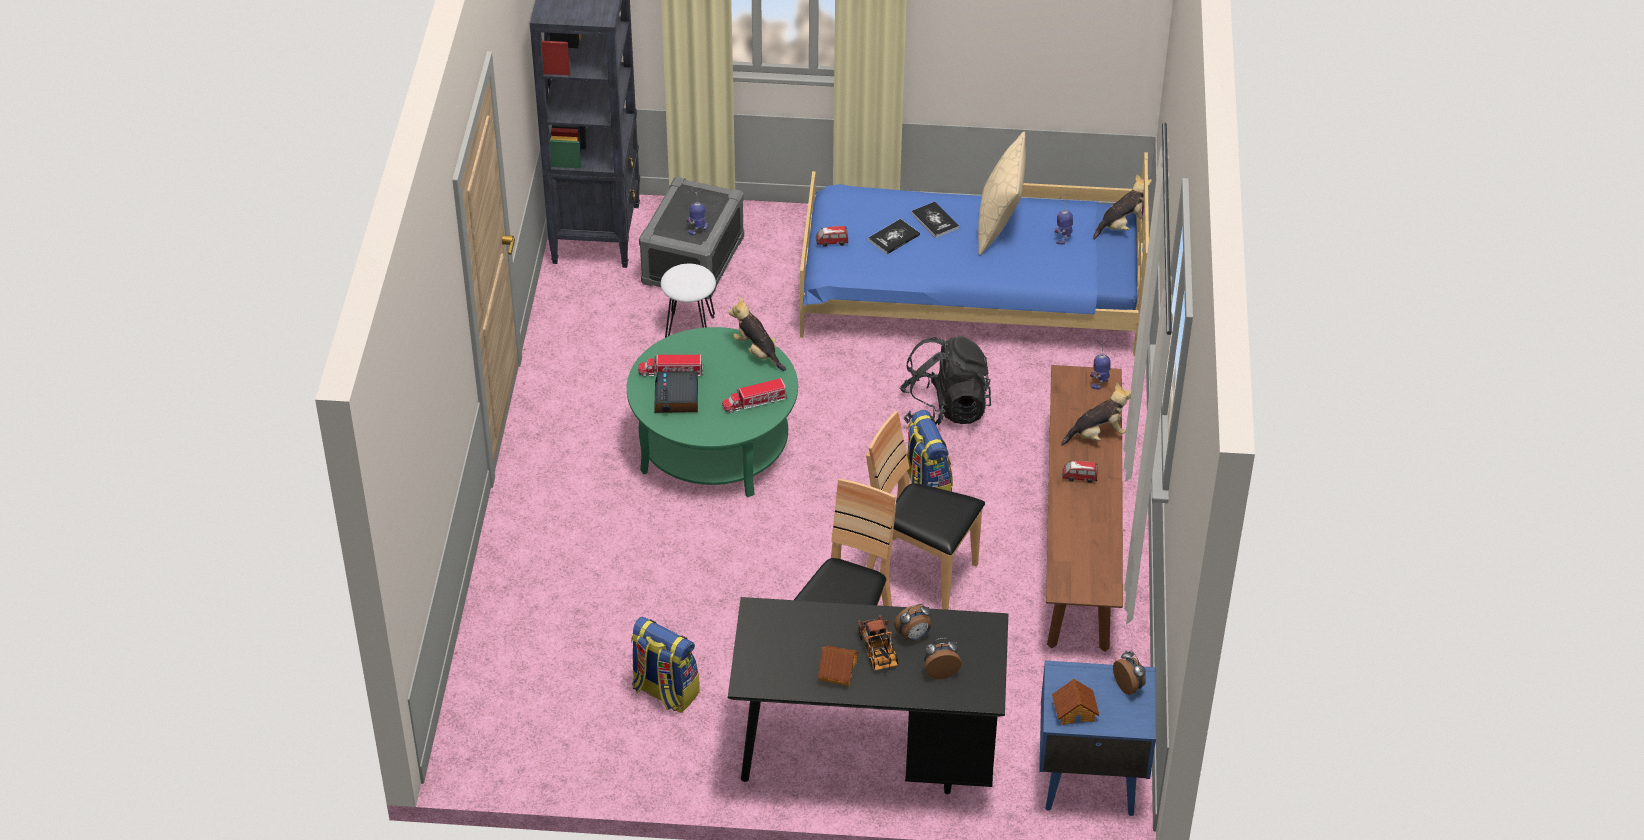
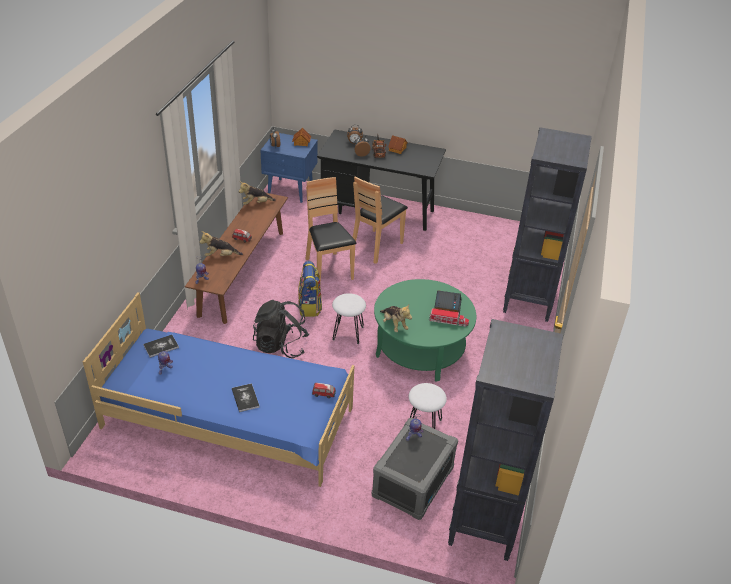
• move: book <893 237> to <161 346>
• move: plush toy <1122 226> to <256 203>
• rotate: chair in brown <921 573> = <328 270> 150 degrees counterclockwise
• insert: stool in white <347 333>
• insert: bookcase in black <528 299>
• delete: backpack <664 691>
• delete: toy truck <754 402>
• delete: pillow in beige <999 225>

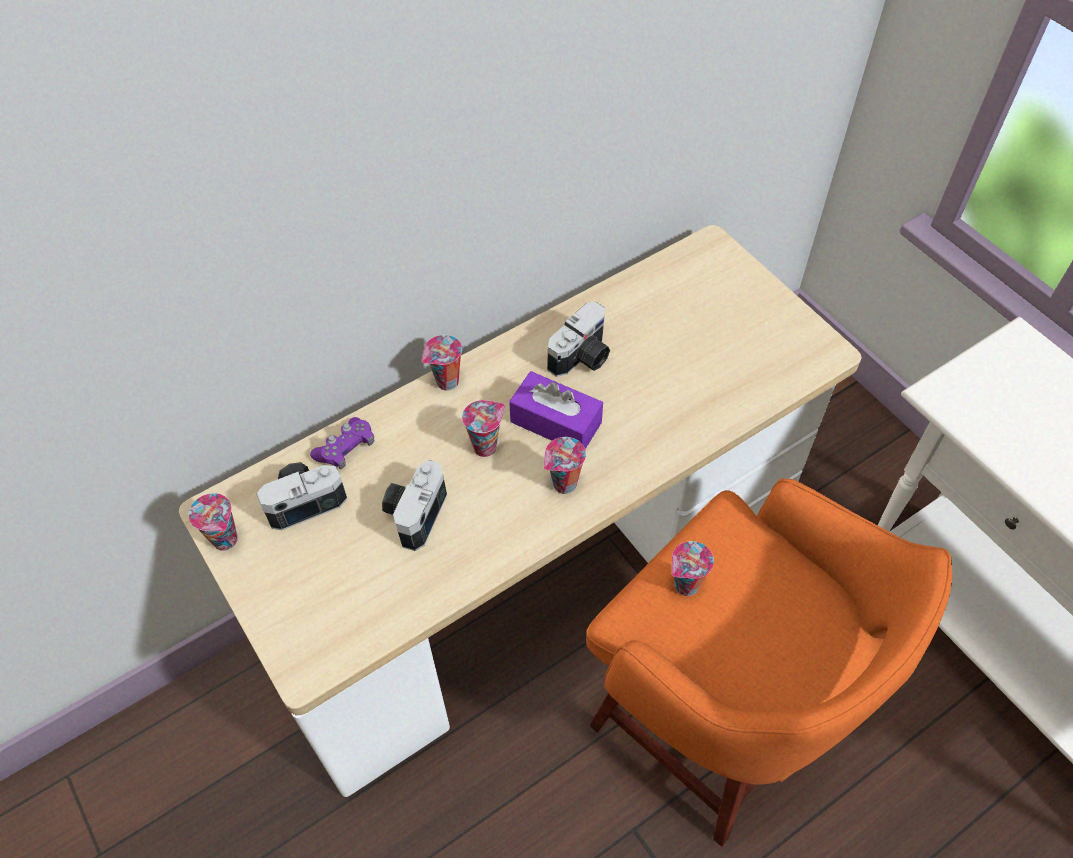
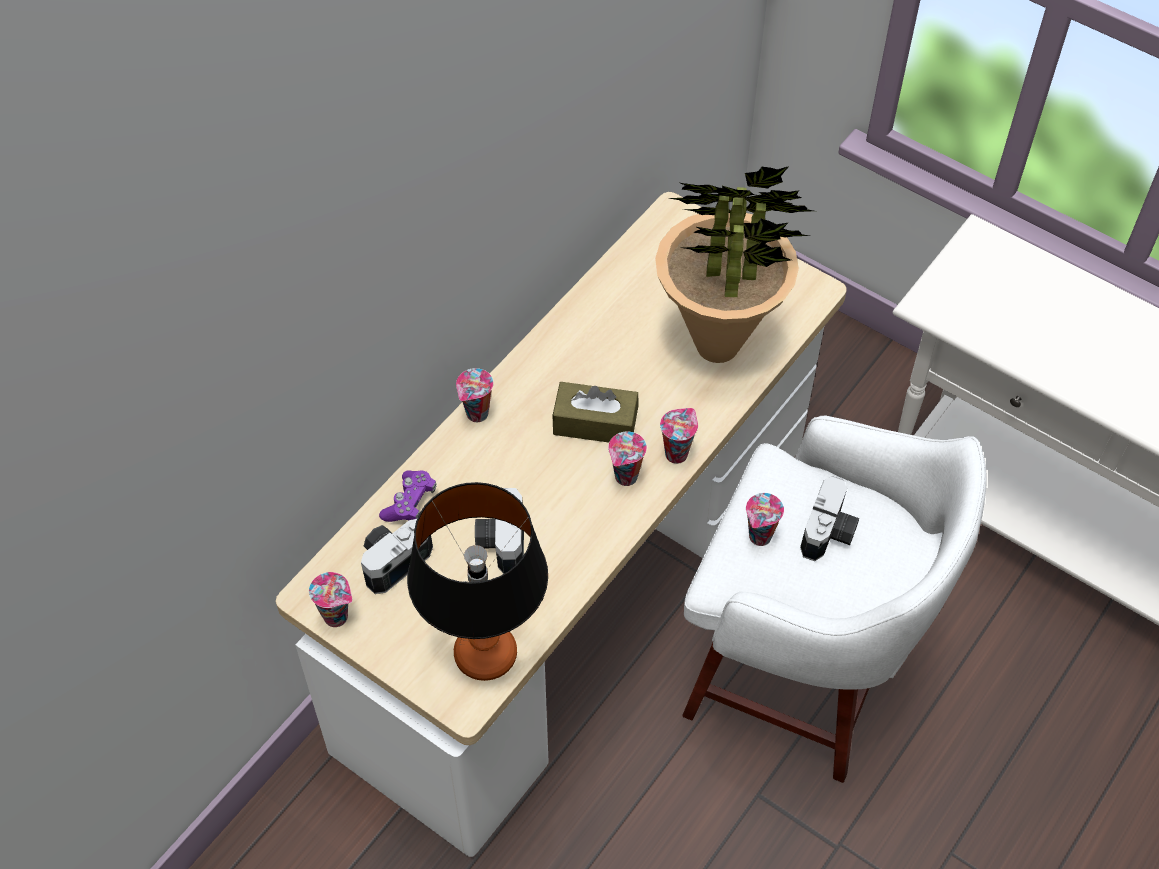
• insert: table lamp <485 655>
• recolor: tissue box in purple <556 422> to tissue box in brown <595 423>
• insert: potted plant <718 345>
• move: cup <486 445> to <676 452>
• recolor: stool in orange <716 727> to stool in white <801 679>
• move: photo camera <583 357> to <830 533>

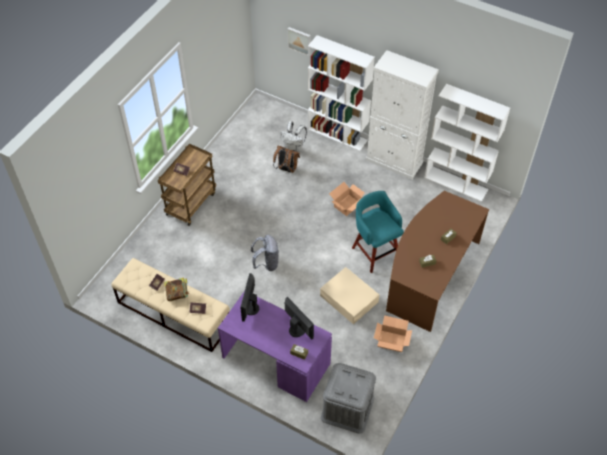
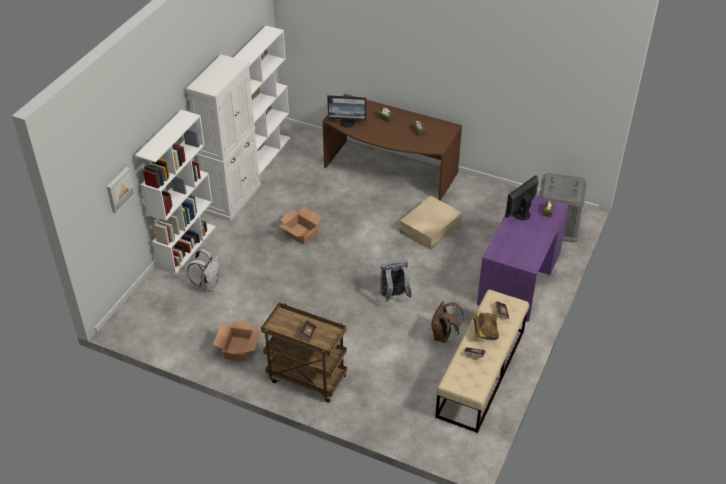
• move: cardboard box <391 341> to <238 349>
• move: monitor <249 308> to <347 122>
• move: backpack in brown <286 169> to <443 336>
• delete: stool in turquoise <375 251>

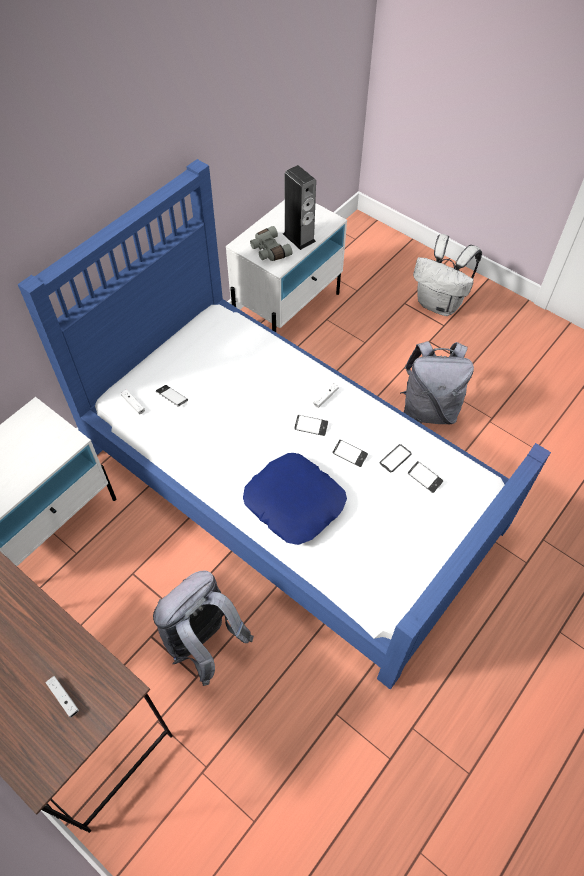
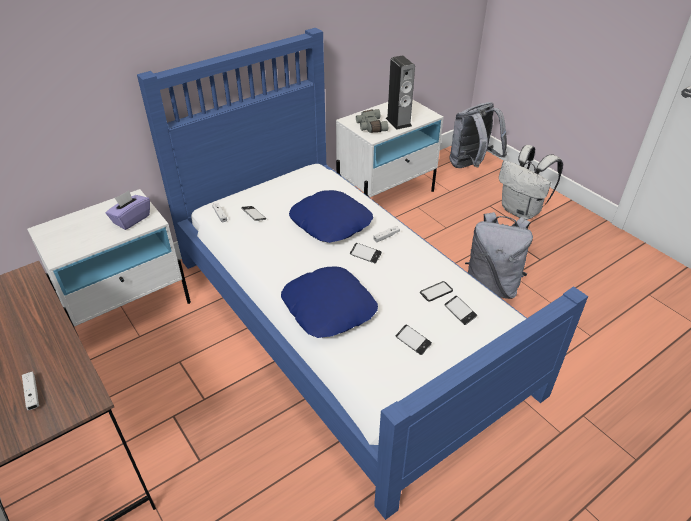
• insert: tissue box in purple <131 219>
• insert: pillow in blue <331 222>
• move: phone <349 455> to <413 341>
• move: backpack in grey <203 643> to <471 166>

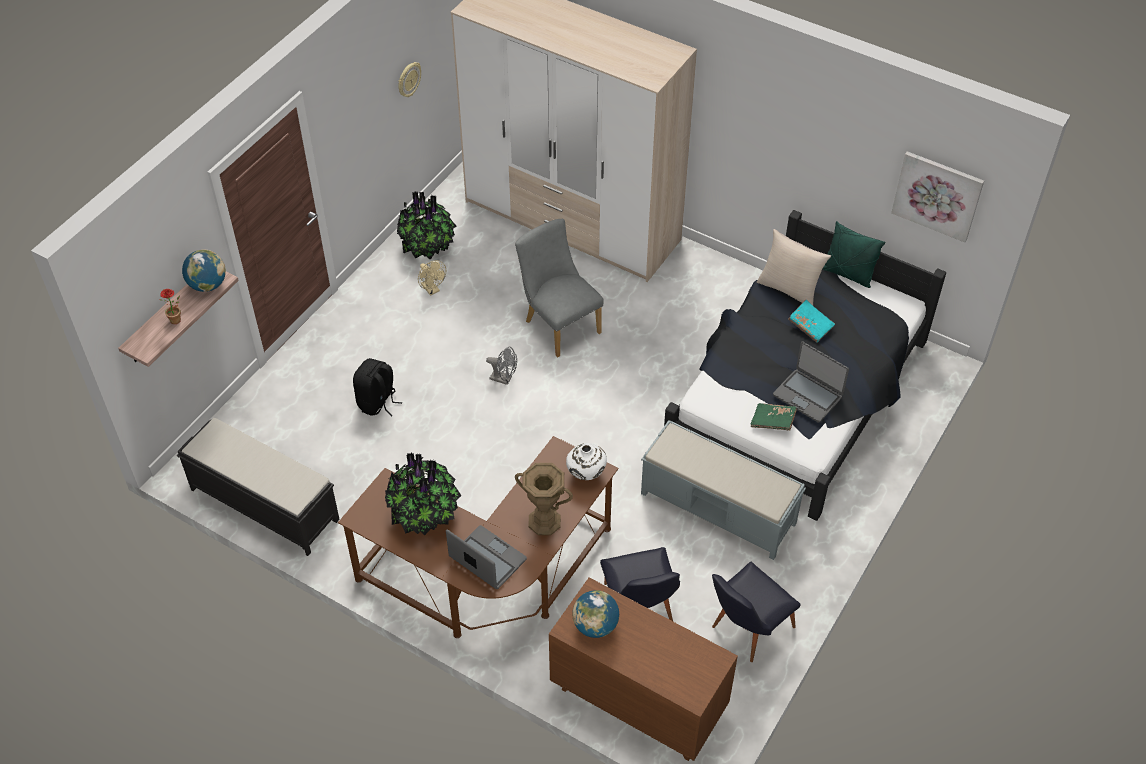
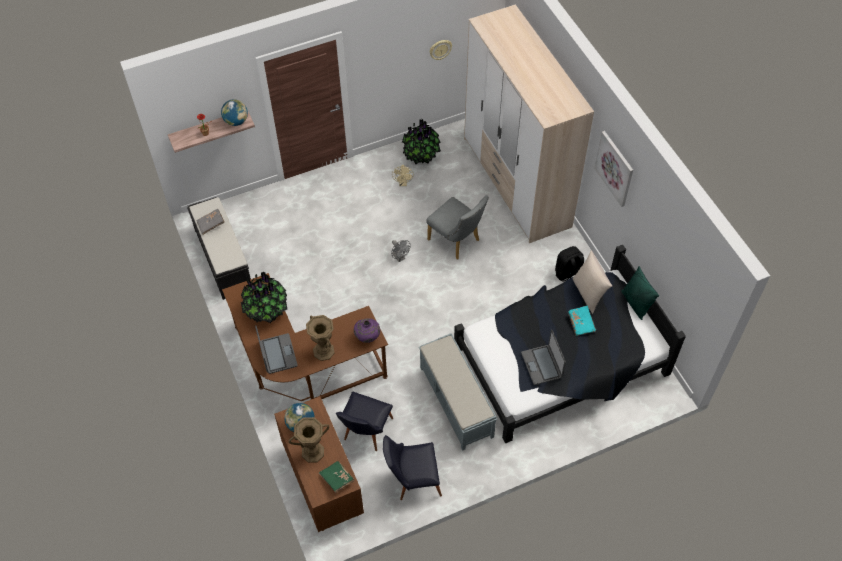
• insert: book in grey <211 224>
• insert: vase in brown <313 452>
• move: book in green <773 421> to <337 479>
• recolor: vase in white <586 474> to vase in purple <367 337>
• rotate: chair in grey <559 324> = <456 241> 135 degrees clockwise
• move: backpack in black <377 402> to <568 274>
• move: picture <937 195> to <615 168>

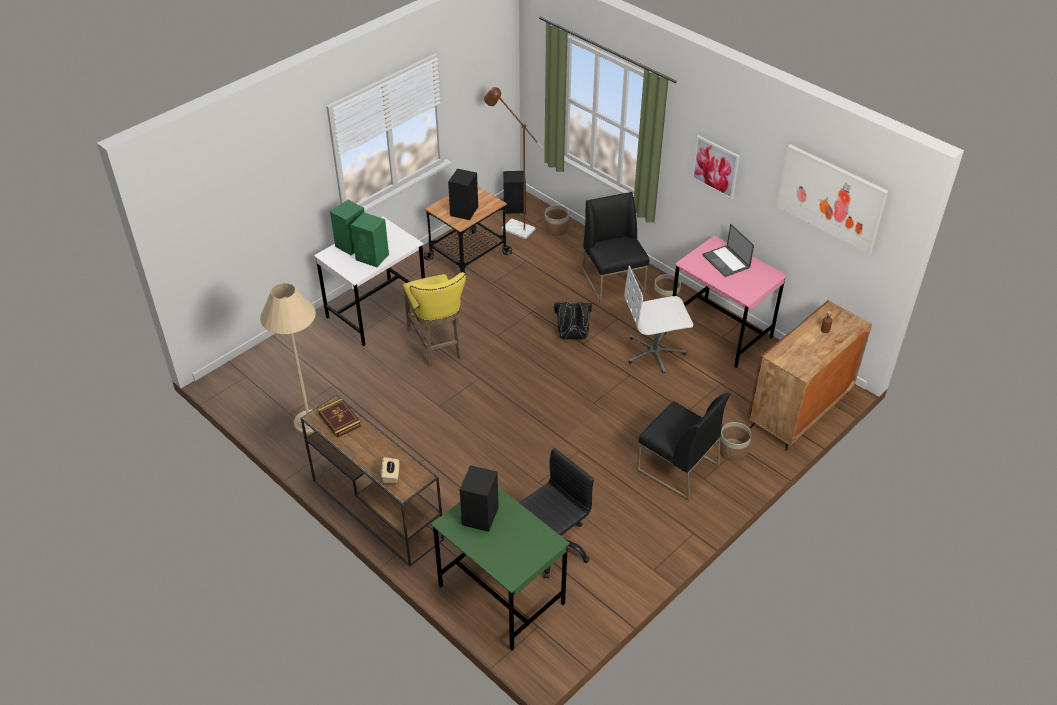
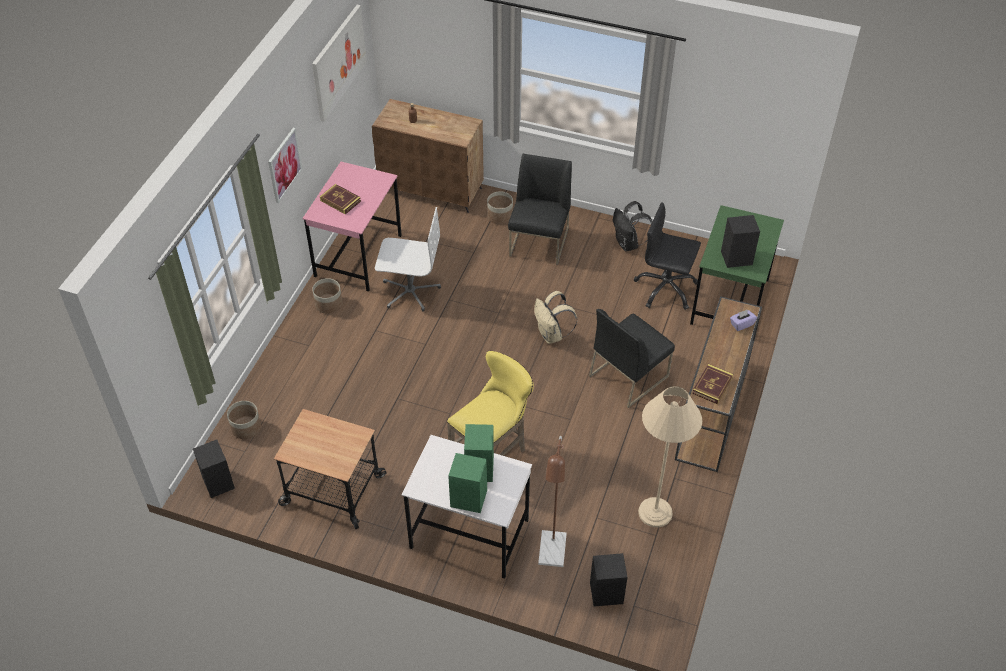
• replace: laptop <726 261> to book <340 201>
• rotate: office chair in white <655 352> = <410 291> 45 degrees counterclockwise
• insert: backpack in beige <552 335>
• move: floor lamp in brown <513 227> to <552 556>
• move: chair in black <614 281> to <628 375>
• move: speaker in black <464 211> to <605 593>
• move: backpack in black <572 337> to <628 244>
• recolor: tissue box in beige <391 475> to tissue box in purple <741 324>

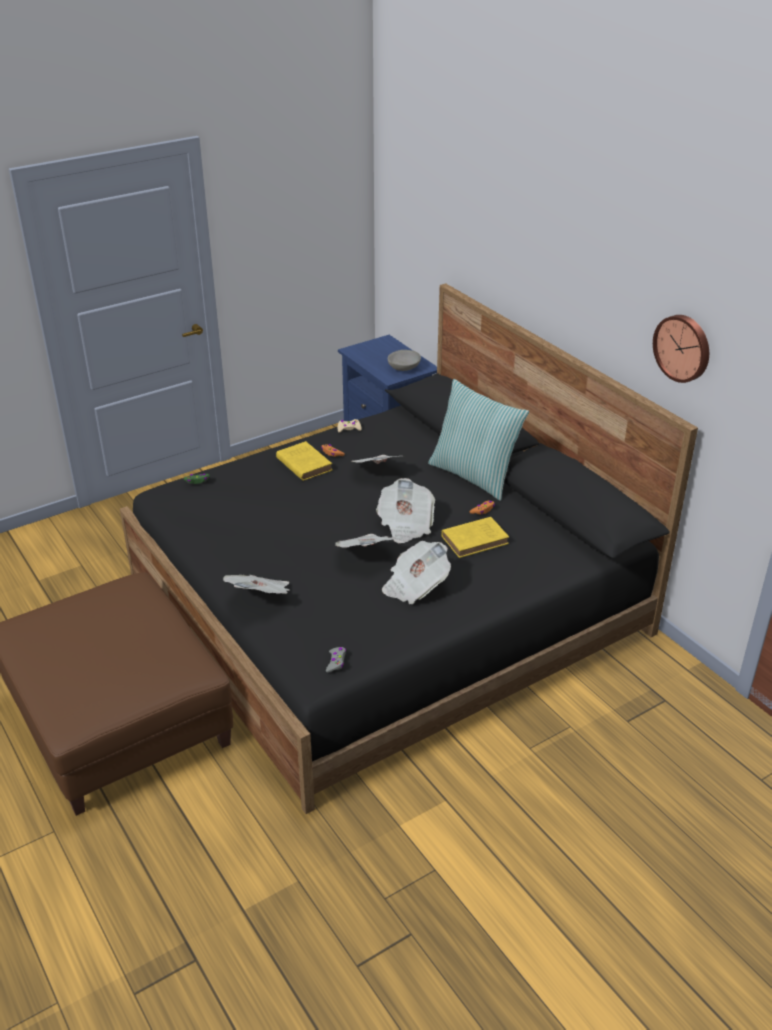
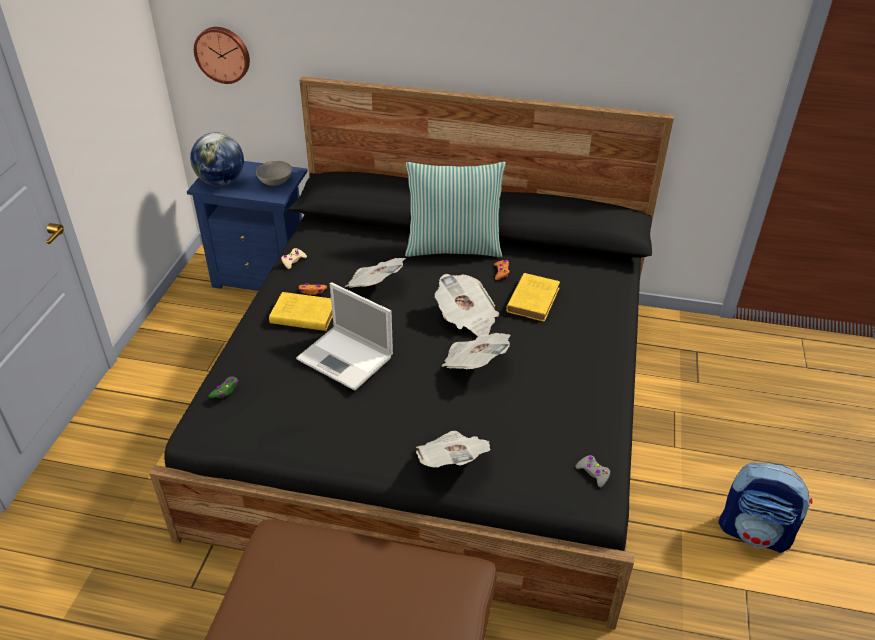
• insert: globe <221 182>
• move: wall clock <683 347> to <223 54>
• insert: laptop <346 358>
• insert: backpack <755 532>
• delete: newspaper <415 586>

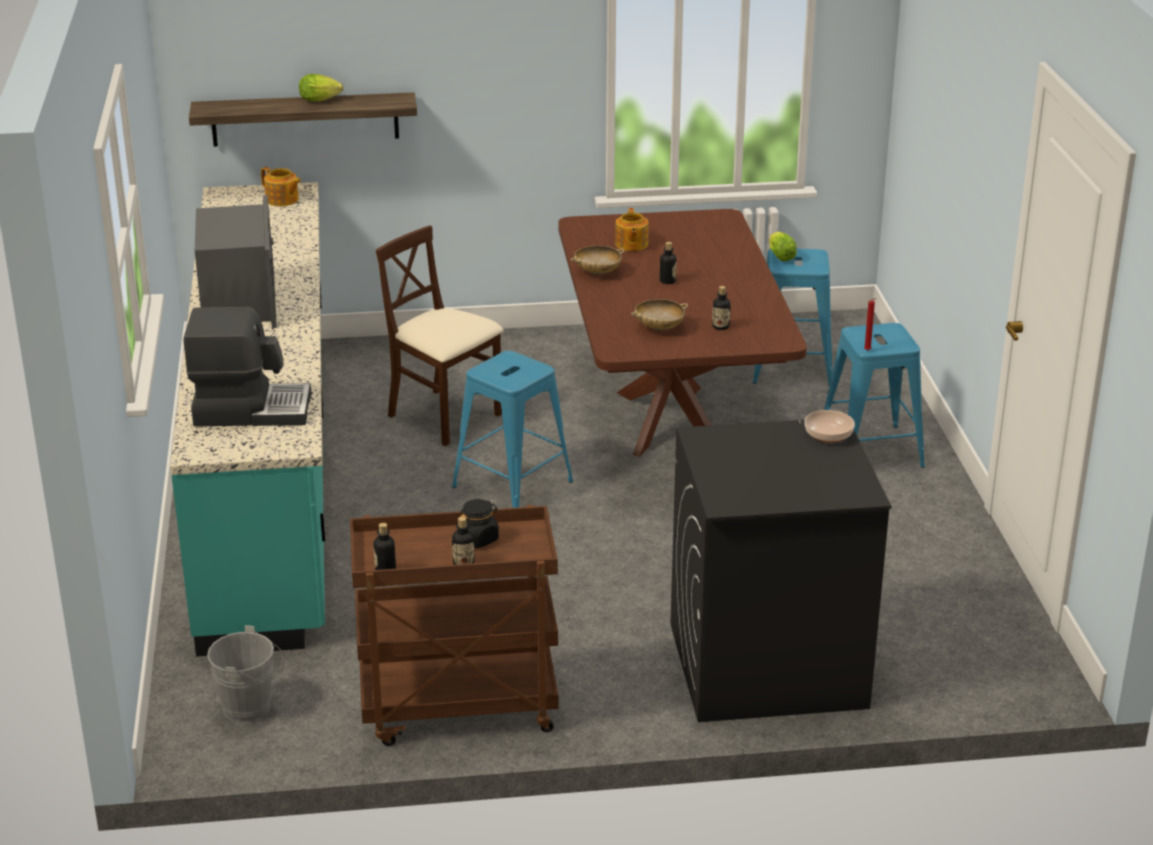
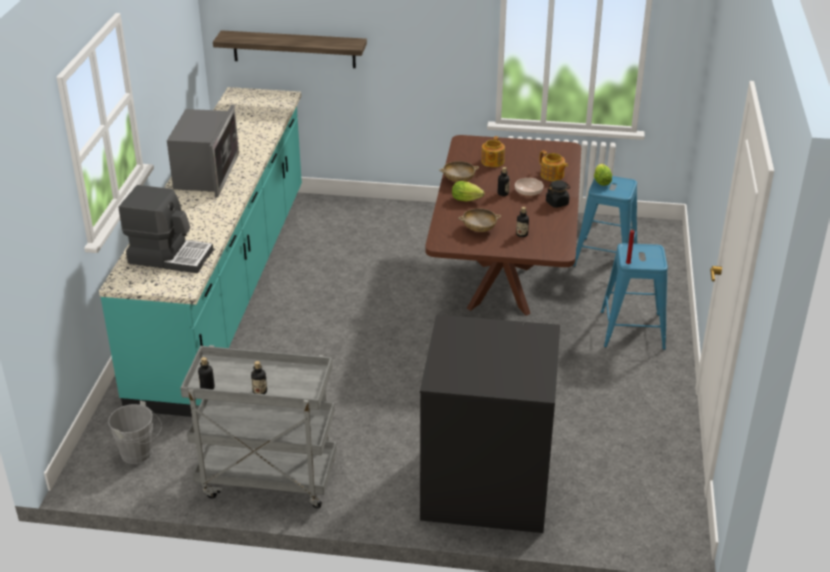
• recolor: cart in brown <457 710> to cart in grey <266 480>
• move: lettuce <322 100> to <468 200>
• move: bowl <829 435> to <529 192>
• move: teapot <282 200> to <552 175>
• move: jar in black <478 539> to <557 203>
• delete: chair in beige <444 417>
• delete: stool in blue <512 484>

